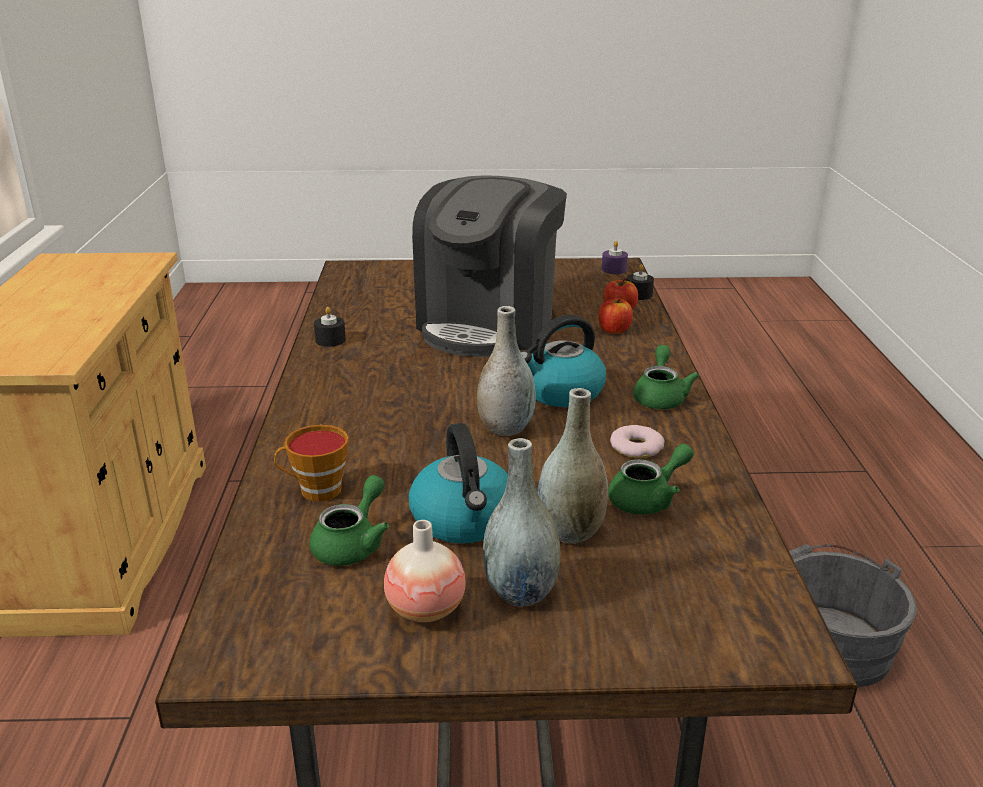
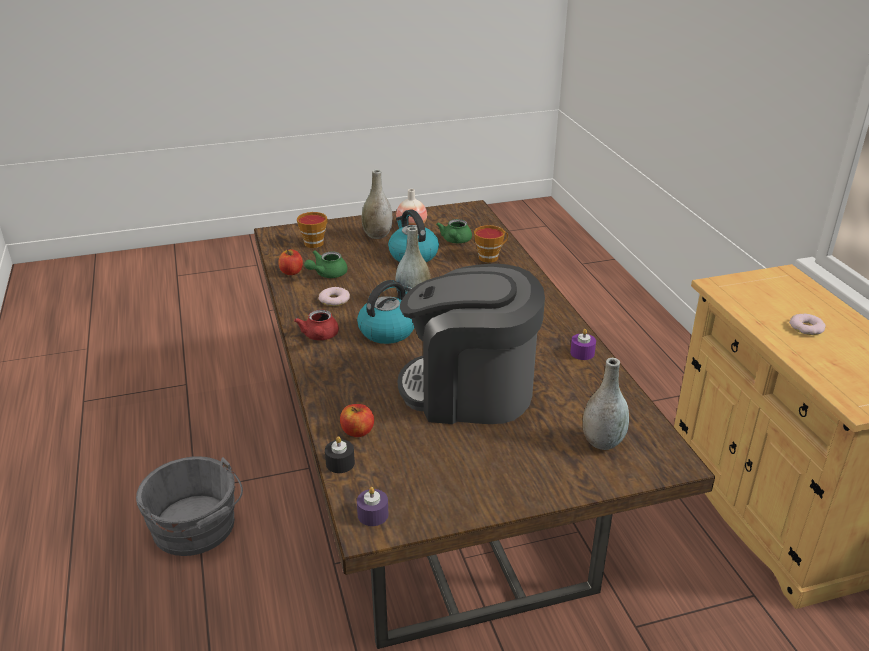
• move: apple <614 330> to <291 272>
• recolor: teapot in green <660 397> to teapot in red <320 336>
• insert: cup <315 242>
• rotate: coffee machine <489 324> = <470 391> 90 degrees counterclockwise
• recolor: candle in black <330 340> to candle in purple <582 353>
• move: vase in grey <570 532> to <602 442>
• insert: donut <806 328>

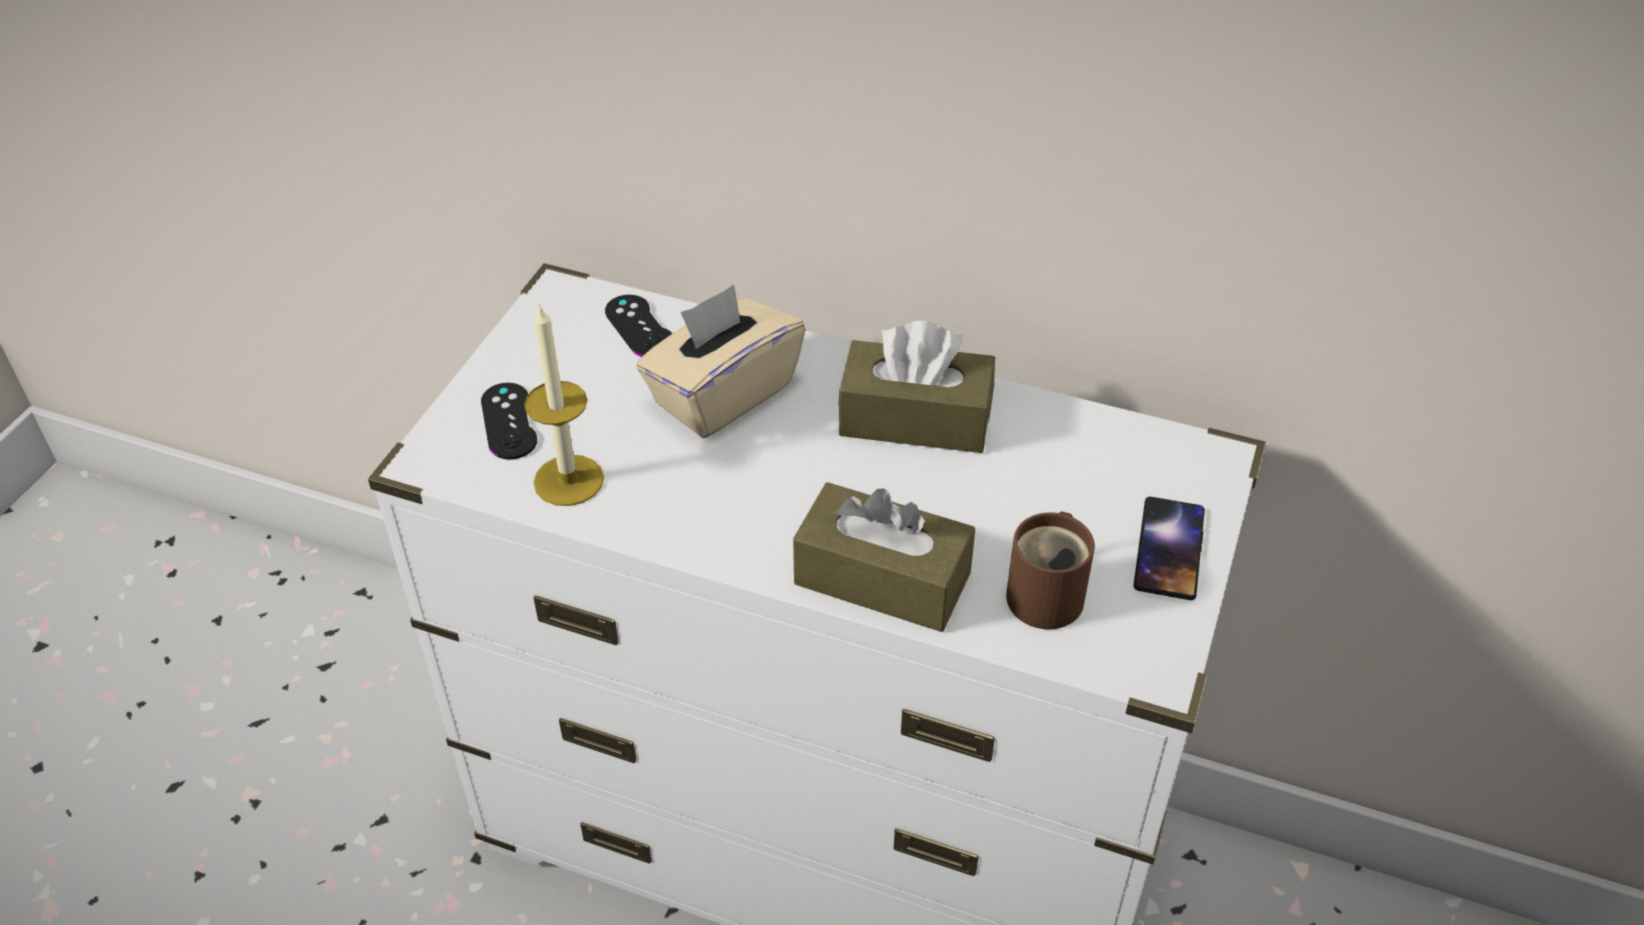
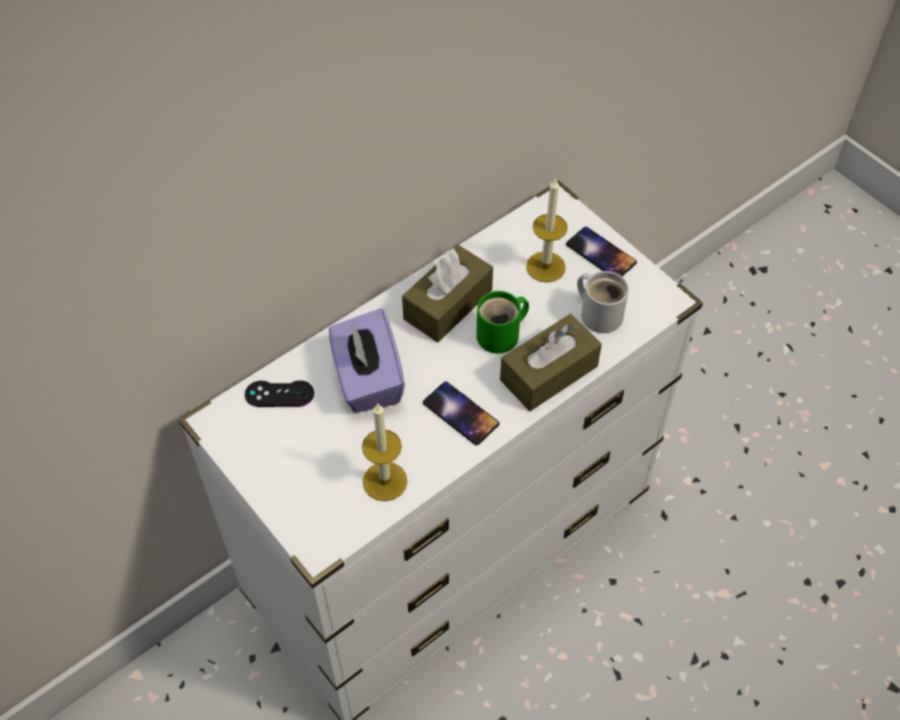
• recolor: tissue box in beige <722 394> to tissue box in purple <367 379>
• insert: phone <461 413>
• insert: mug in green <502 335>
• insert: candle <545 267>
• recolor: mug in brown <1049 594> to mug in white <600 313>
• delete: game controller in black <509 421>

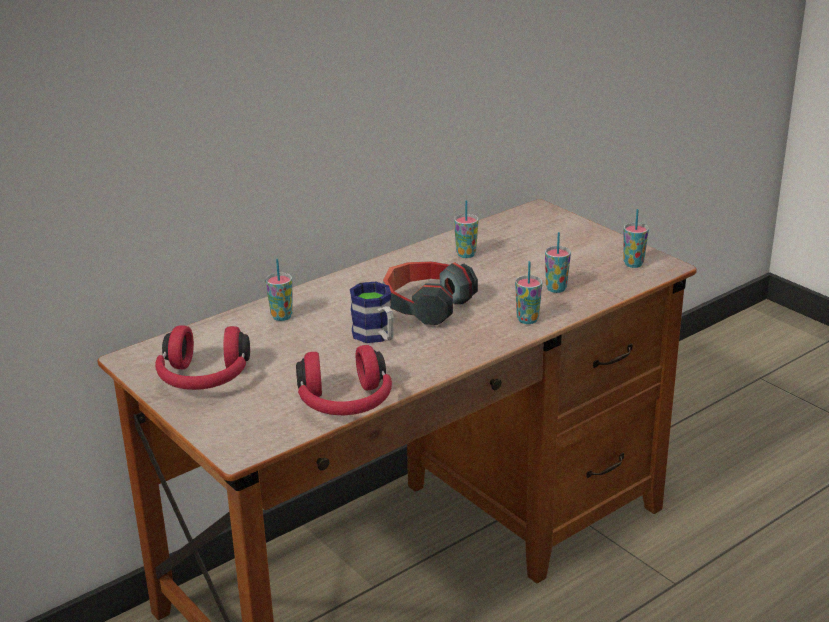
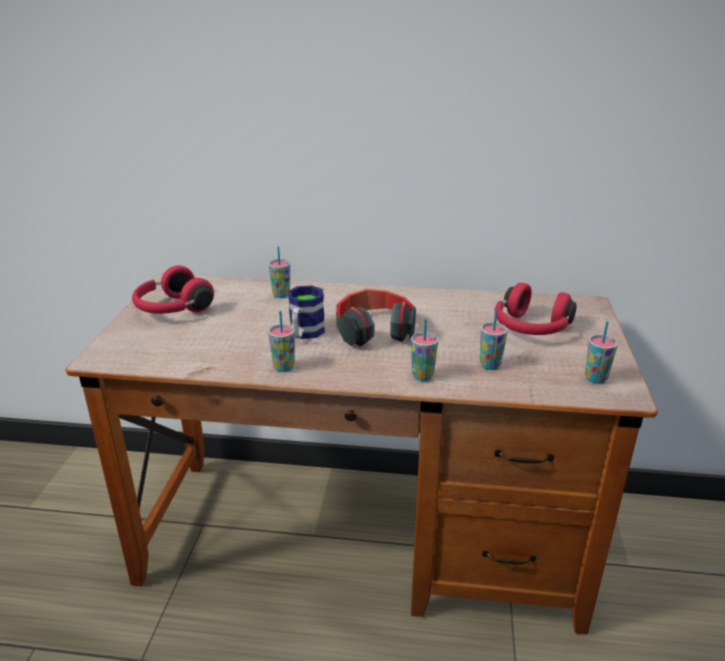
• move: cup <466 254> to <284 367>
• move: headphones in red <345 403> to <530 329>

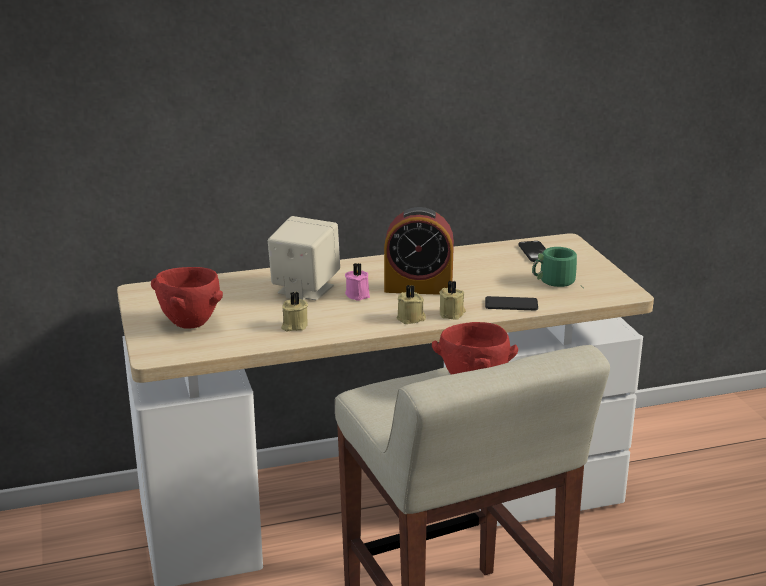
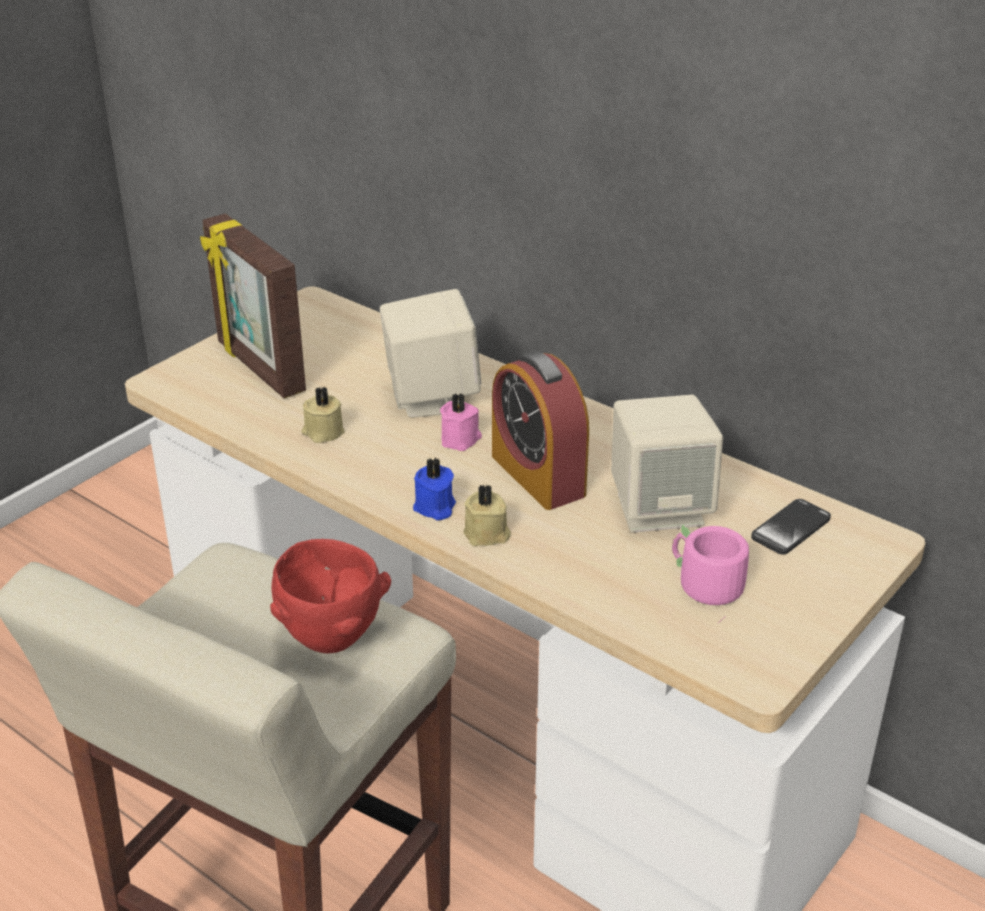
• replace: bowl in red <192 324> to picture frame <259 368>
• recolor: candle in beige <411 318> to candle in blue <434 508>
• insert: speaker in beige <660 508>
• recolor: mug in green <554 282> to mug in pink <702 586>
• delete: phone <511 304>

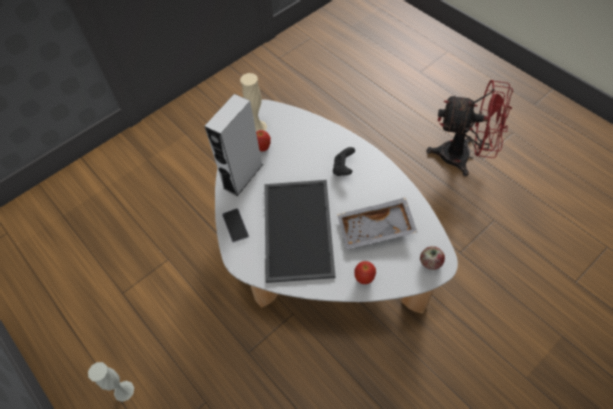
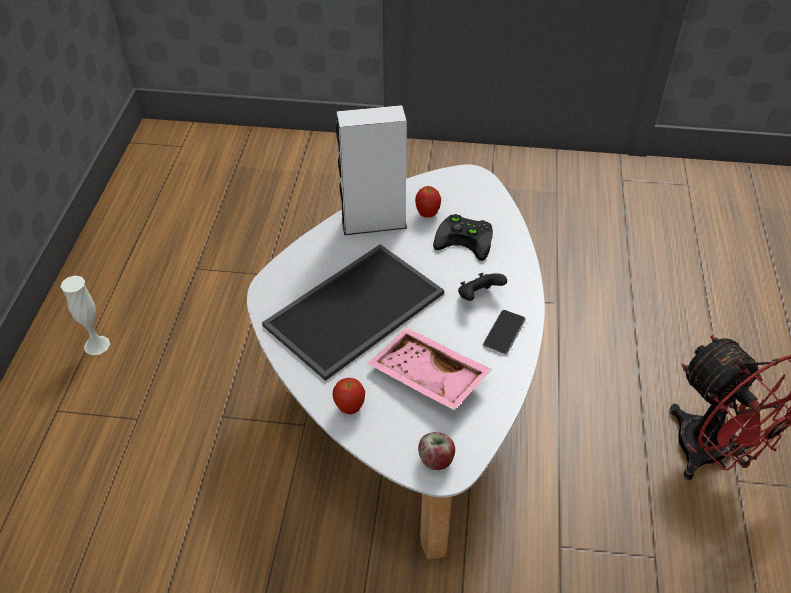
• recolor: tray in grey <376 230> to tray in pink <427 378>
• insert: game controller in black <466 239>
• move: phone <235 225> to <504 333>
• delete: vase in beige <257 127>

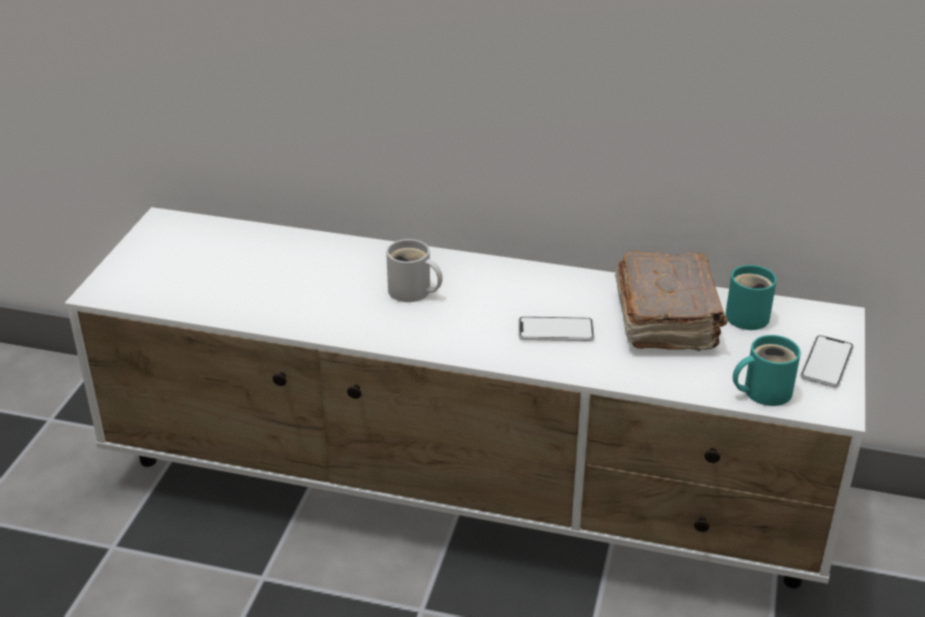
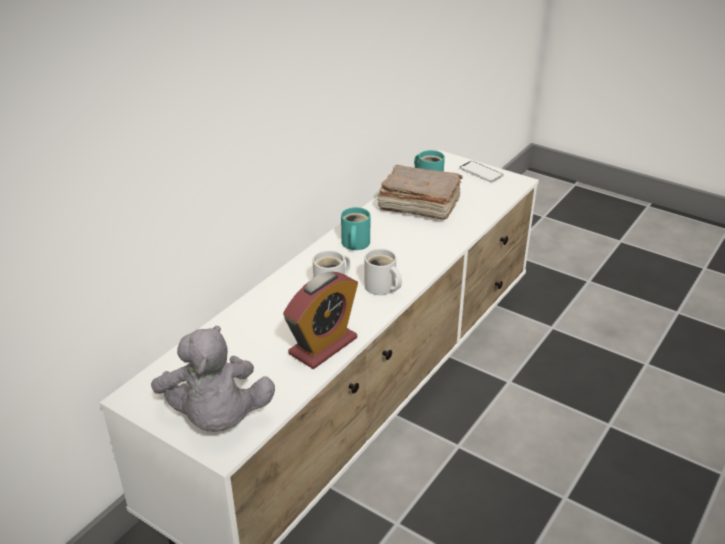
• insert: plush toy in grey <216 418>
• insert: alarm clock <323 346>
• move: mug in turquoise <762 391> to <354 244>
• insert: mug in white <381 288>
• delete: phone <555 330>

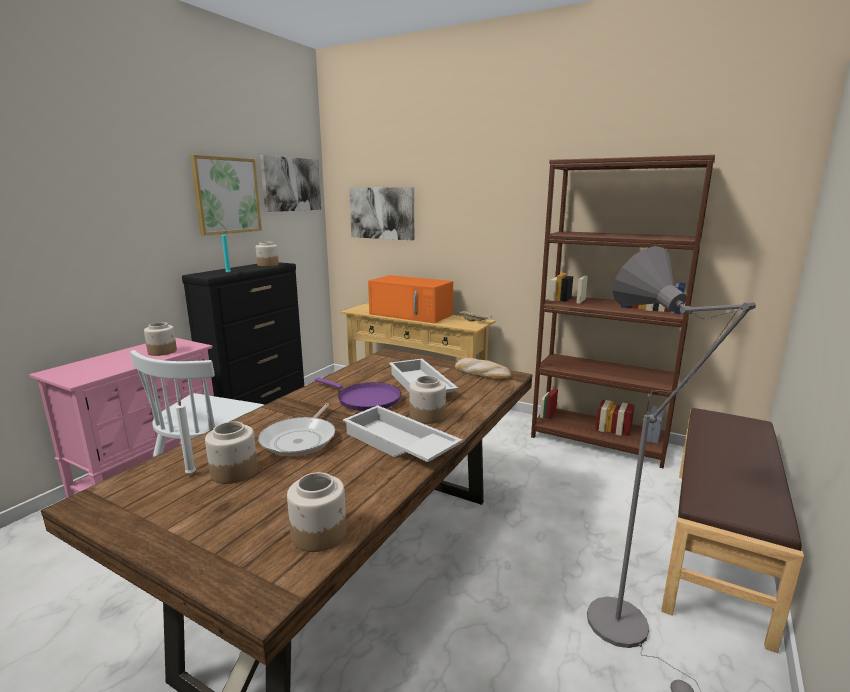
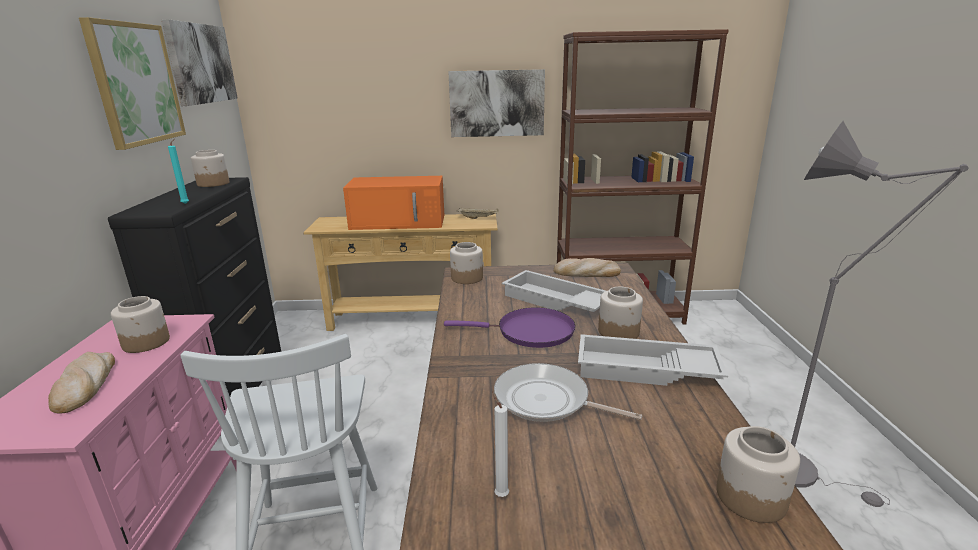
• insert: bread <85 385>
• move: picture <382 213> to <497 103>
• move: jar <233 472> to <467 278>
• rotate: frying pan <301 439> = <547 401> 135 degrees clockwise
• delete: bench in brown <718 543>

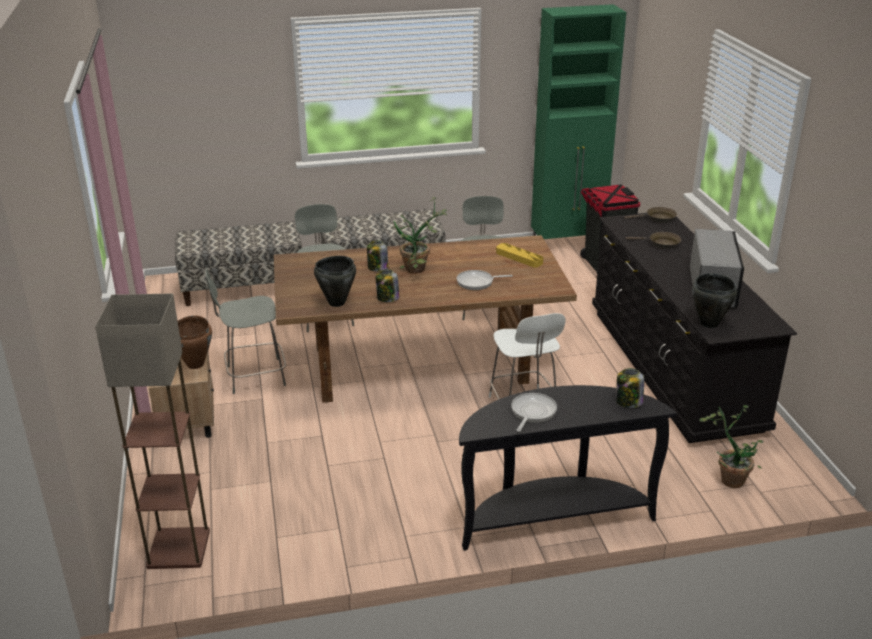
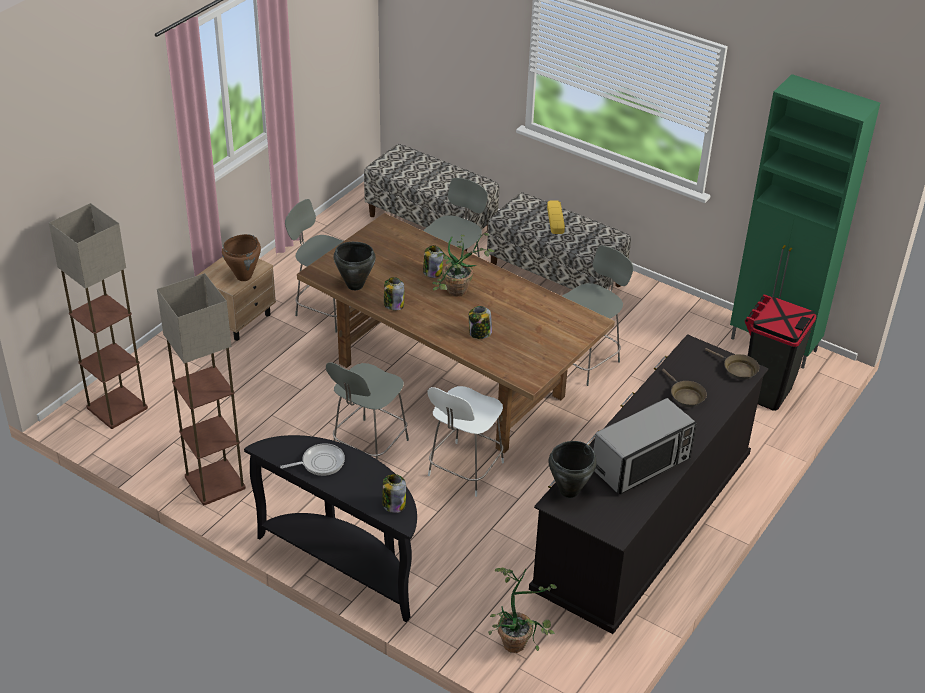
• insert: floor lamp <214 482>
• insert: chair in grey <368 447>
• replace: frying pan <477 282> to jar <479 333>
• move: tray in yellow <519 258> to <555 219>

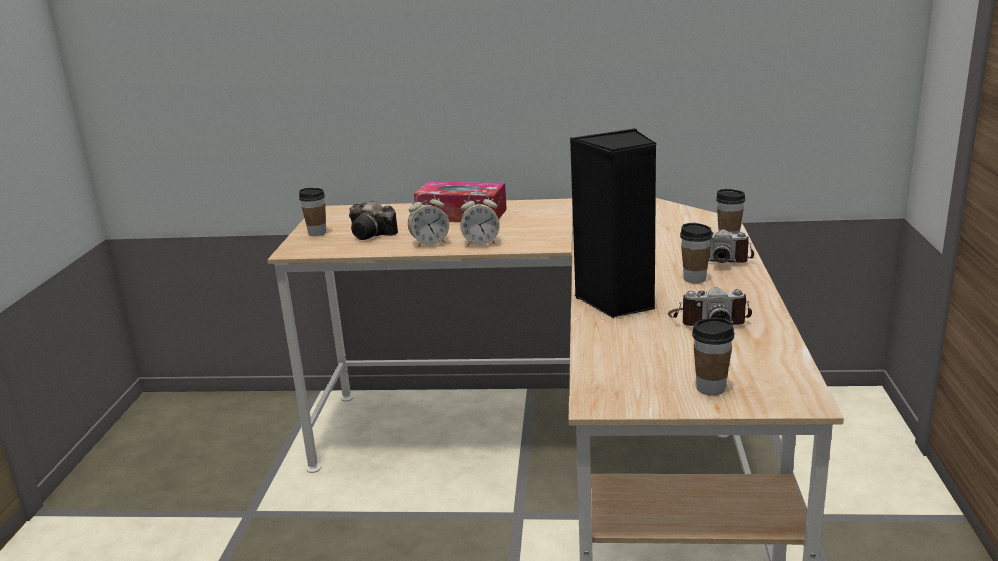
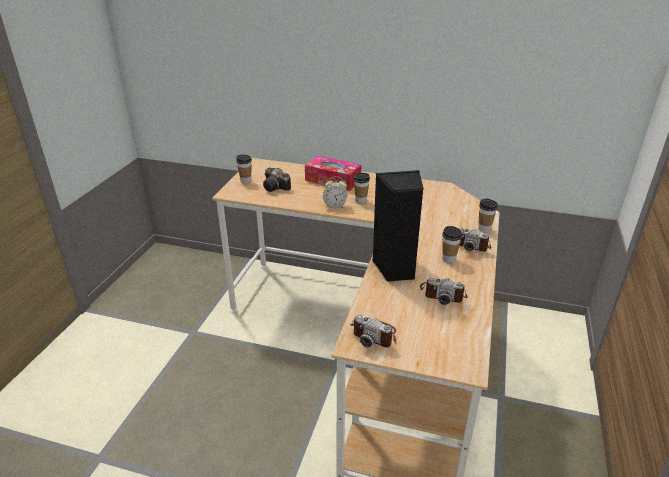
• insert: photo camera <374 334>
• move: cup <711 388> to <361 200>
• delete: alarm clock <429 243>

